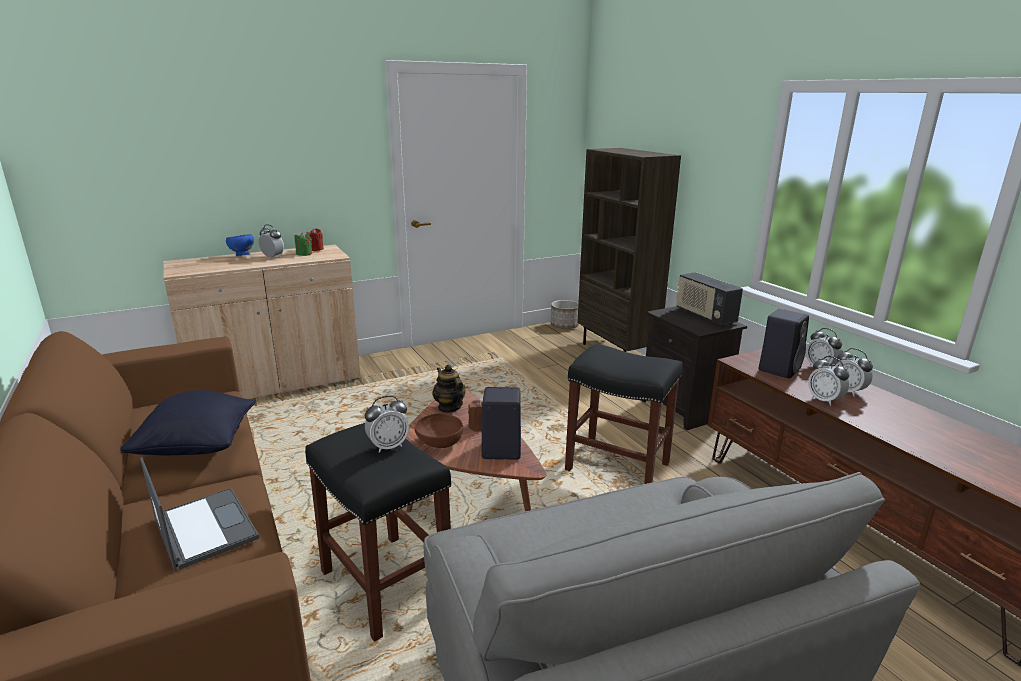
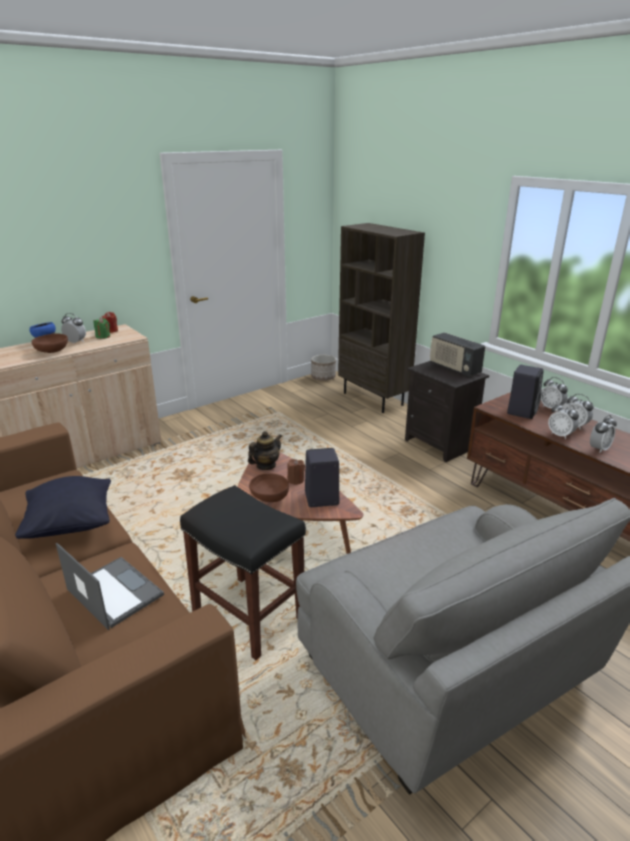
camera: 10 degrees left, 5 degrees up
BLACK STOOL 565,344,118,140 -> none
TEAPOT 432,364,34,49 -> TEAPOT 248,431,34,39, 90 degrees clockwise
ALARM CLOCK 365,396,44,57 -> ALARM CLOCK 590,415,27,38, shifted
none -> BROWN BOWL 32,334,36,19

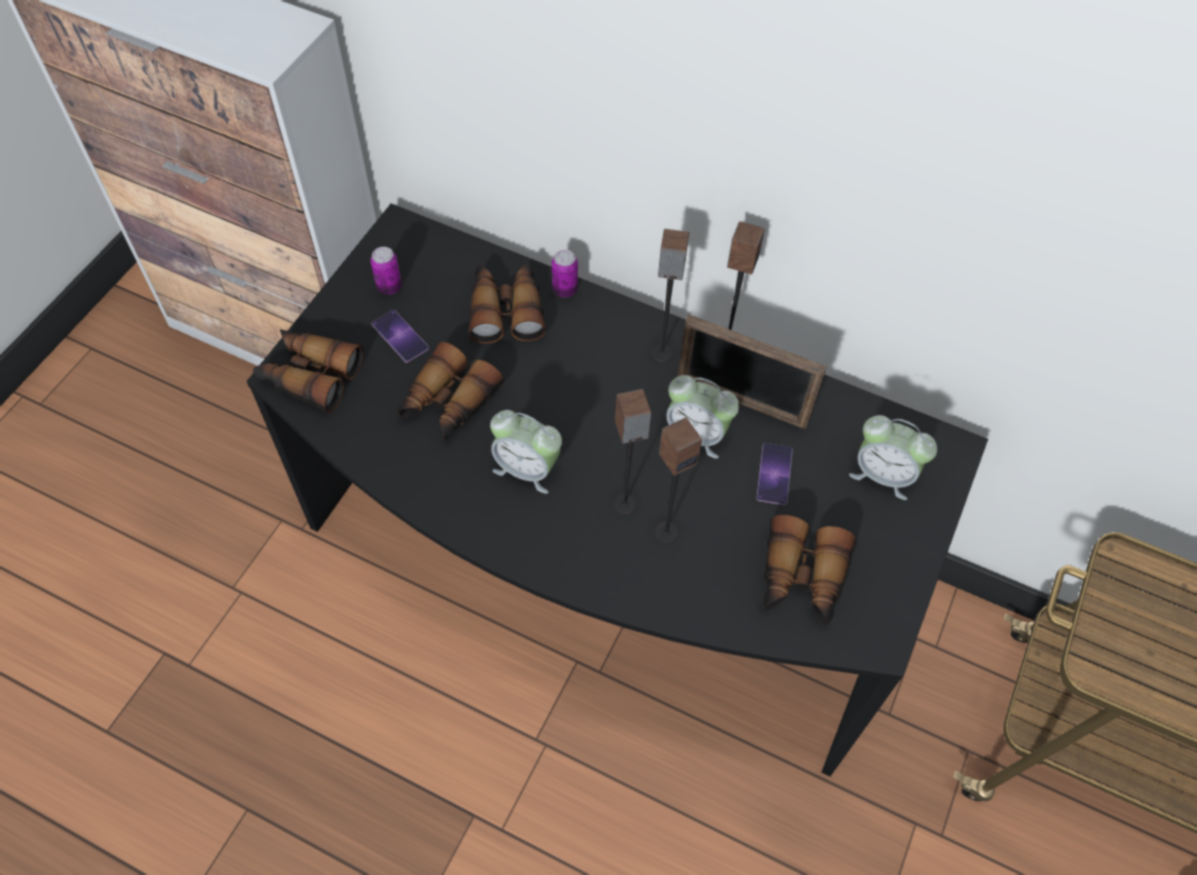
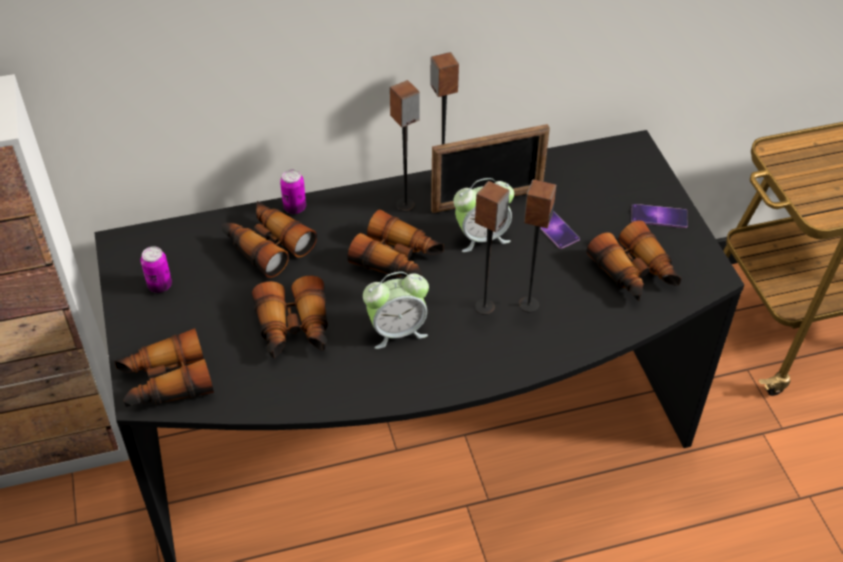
camera: 40 degrees left, 10 degrees down
PHONE 371,310,58,53 -> PHONE 631,204,56,24, shifted
ALARM CLOCK 849,415,88,85 -> none
none -> BINOCULARS 347,210,97,67

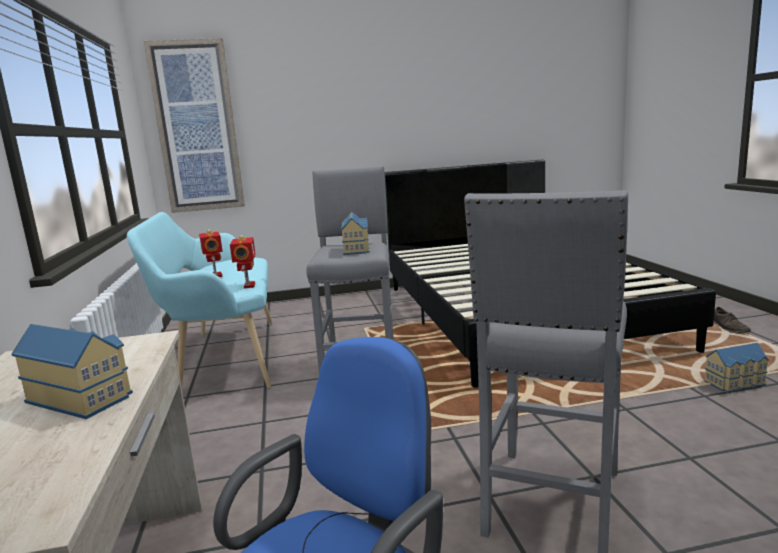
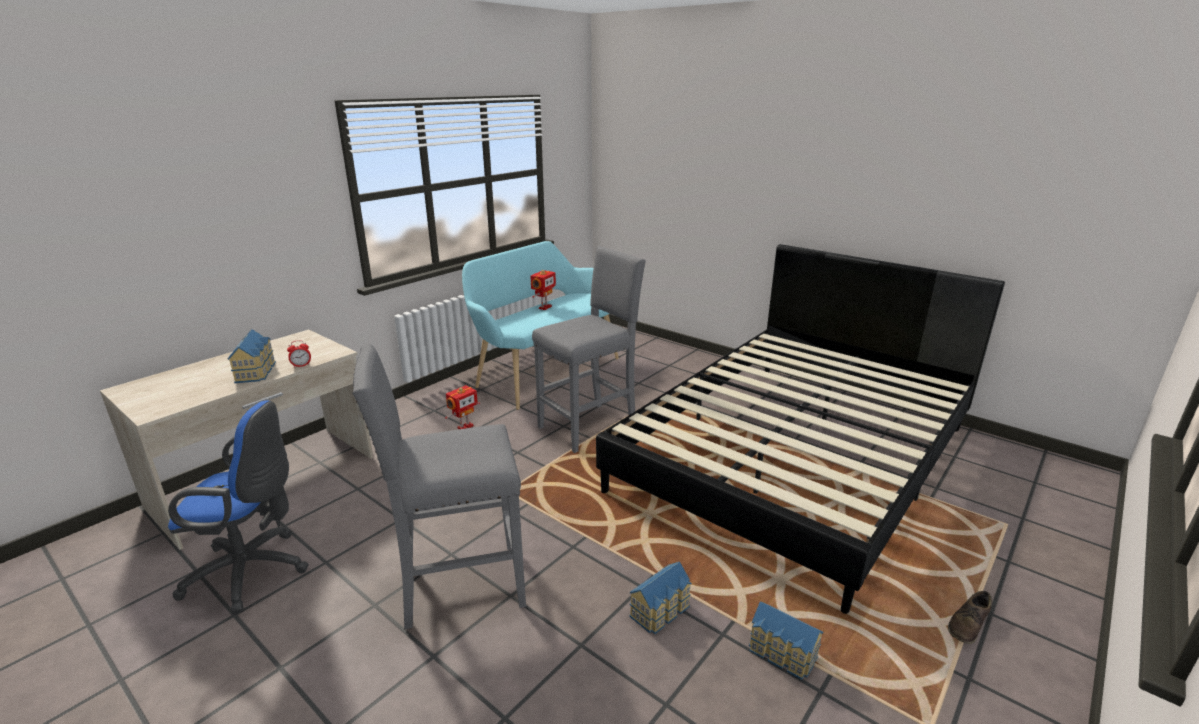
camera: 50 degrees right, 10 degrees up
PICTURE 144,38,101,175 -> none
TOY HOUSE 341,212,29,43 -> TOY HOUSE 629,562,63,72, shifted
TOY ROBOT 230,235,26,53 -> TOY ROBOT 445,385,35,44, shifted
none -> ALARM CLOCK 287,340,24,28

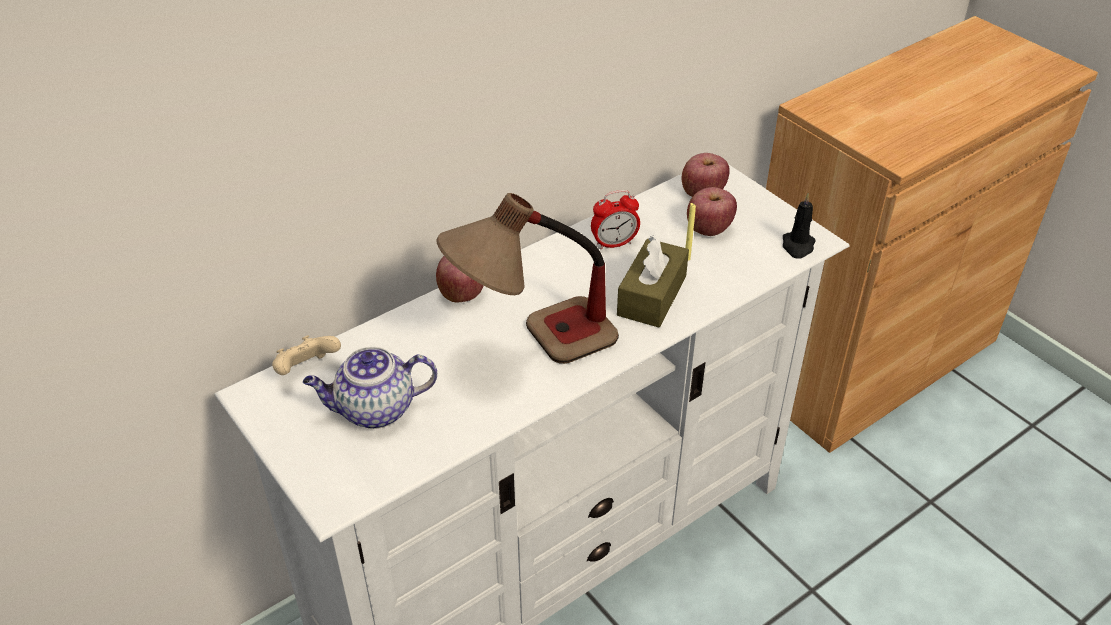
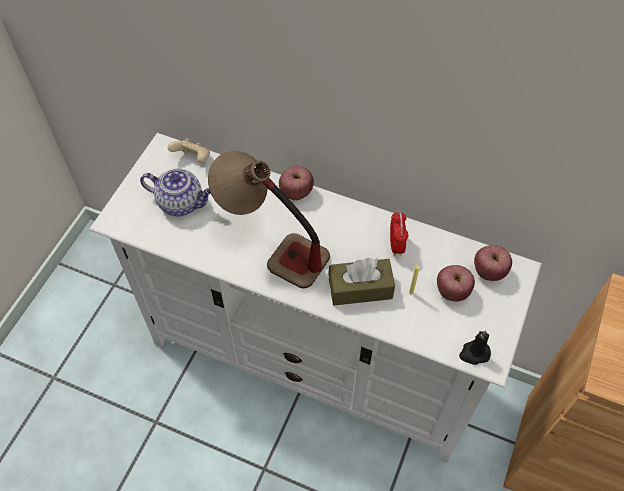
camera: 60 degrees right, 15 degrees up
ALARM CLOCK 591,190,49,60 -> ALARM CLOCK 390,211,18,45, 135 degrees counterclockwise
TEAPOT 303,347,134,82 -> TEAPOT 140,168,71,48, 150 degrees clockwise

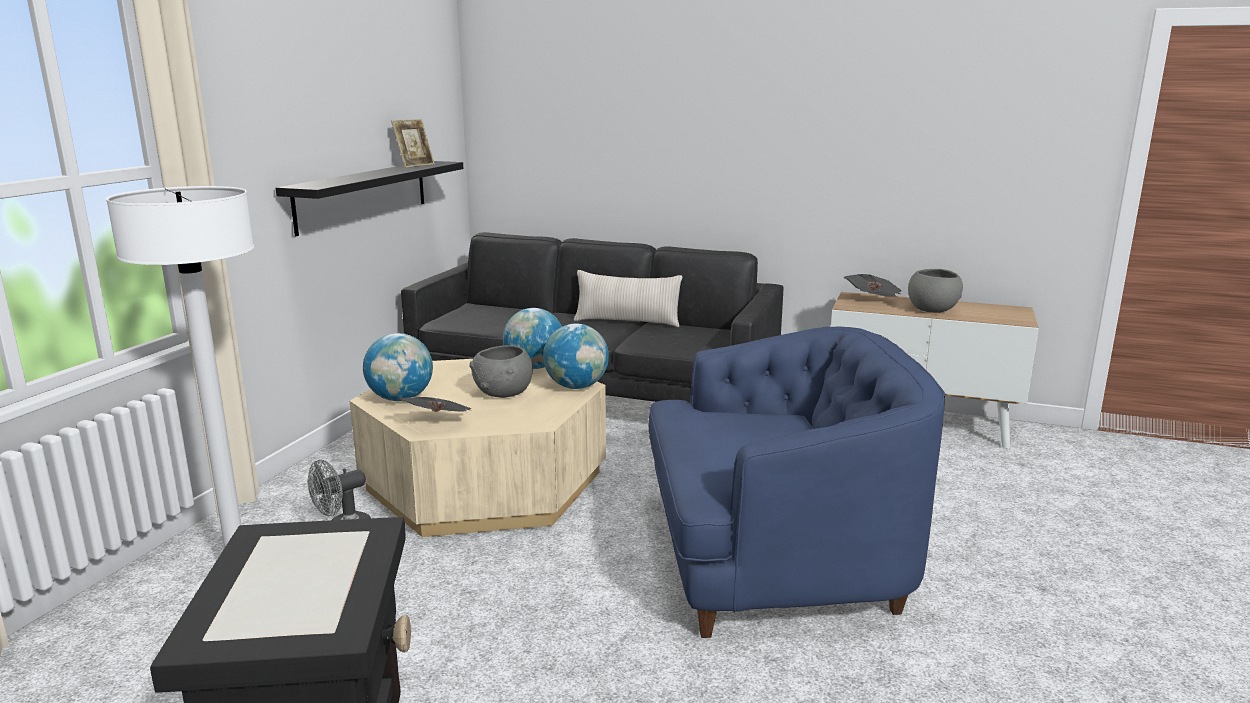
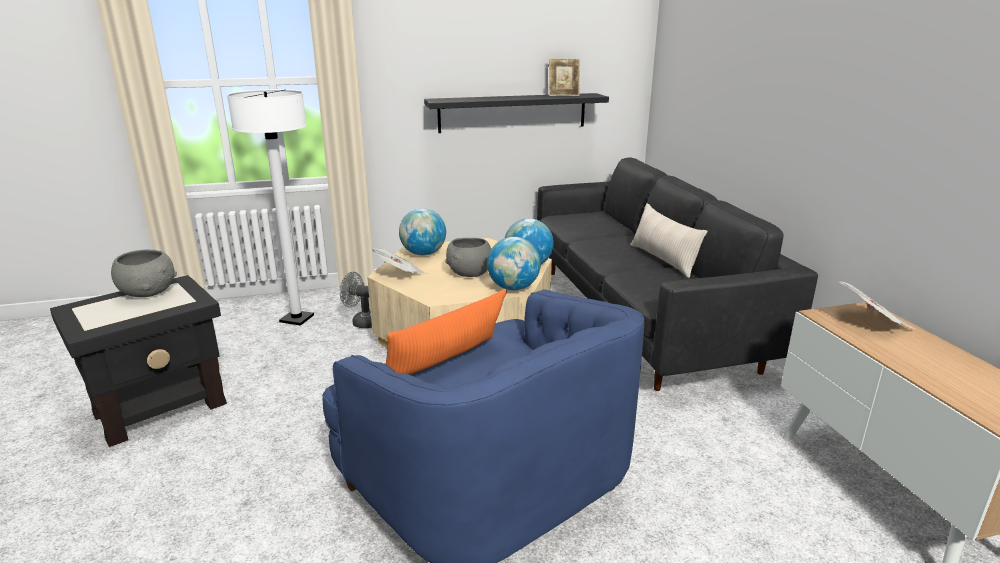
camera: 55 degrees right, 5 degrees up
GREY BOWL 908,269,55,44 -> GREY BOWL 111,249,66,48, shifted
none -> ORANGE PILLOW 386,289,121,86

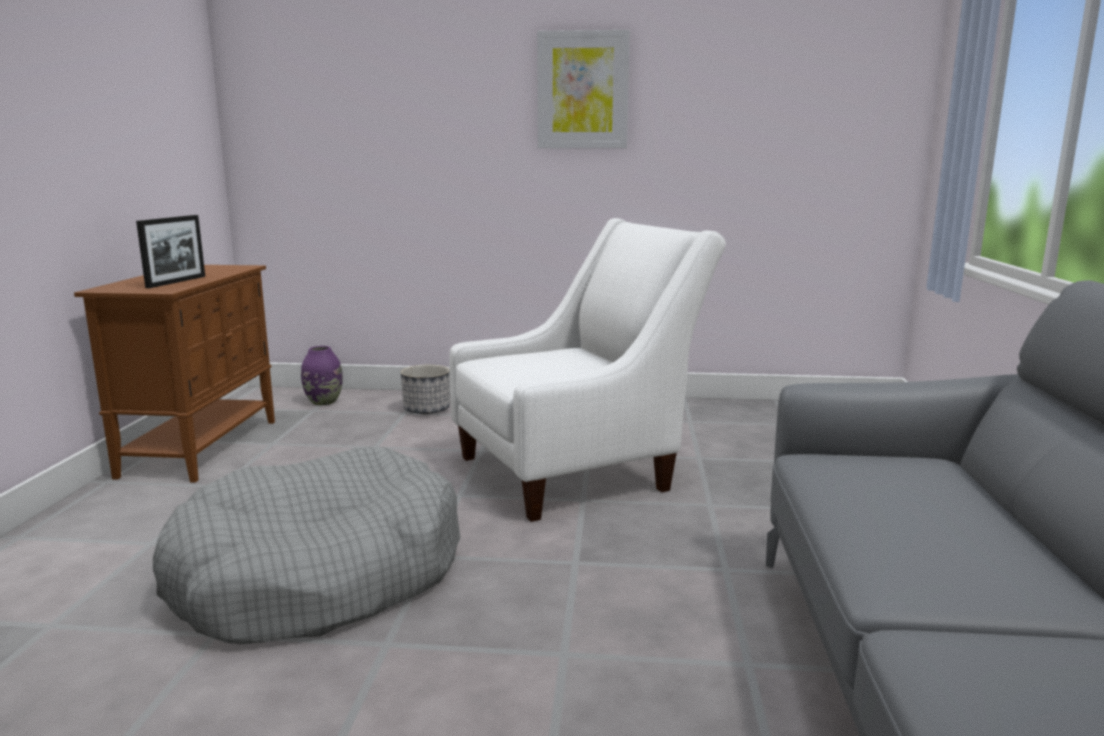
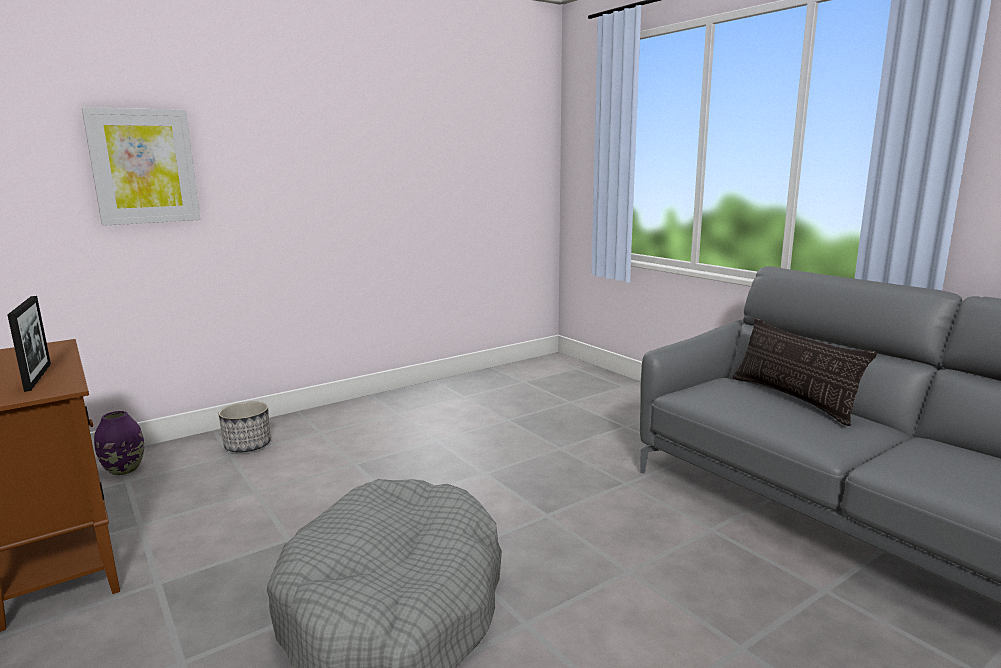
camera: 40 degrees left, 0 degrees up
PICTURE 537,30,93,118 -> PICTURE 82,107,118,119, shifted
WHITE ARMCHAIR 449,218,277,304 -> none
none -> PILLOW 733,318,144,108

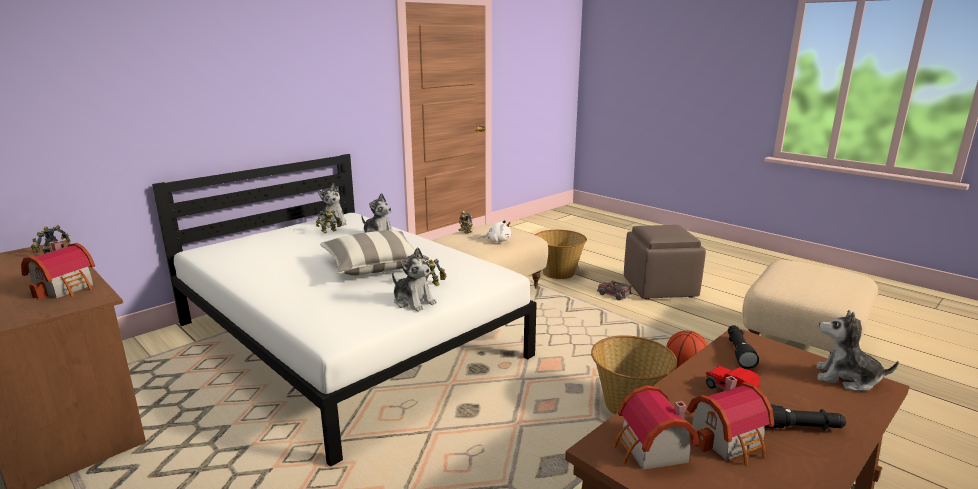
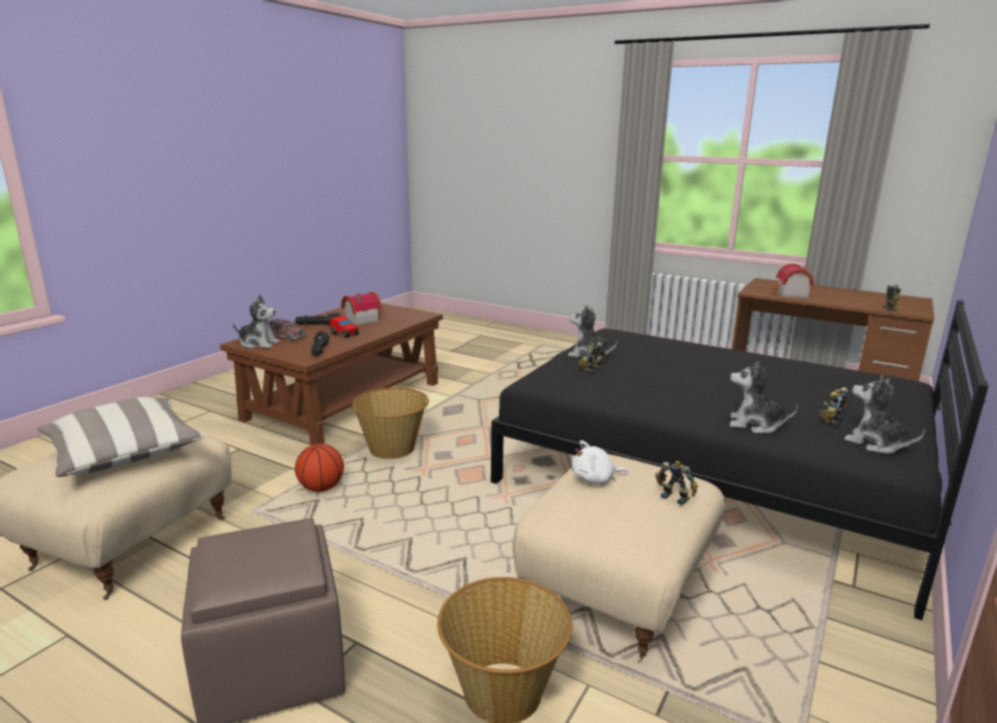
camera: 165 degrees right, 0 degrees up
WHITE BED 152,154,385,313 -> BLACK BED 491,300,497,320
PILLOW 320,230,109,46 -> PILLOW 37,397,168,80, shifted
TOY TRUCK 597,280,35,20 -> TOY TRUCK 268,318,39,23, shifted
TOY HOUSE 613,385,86,85 -> none

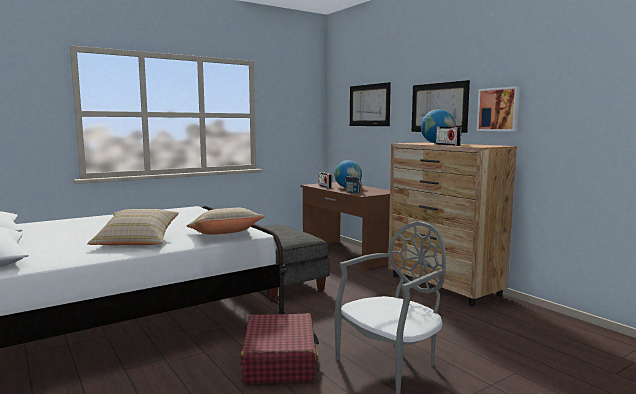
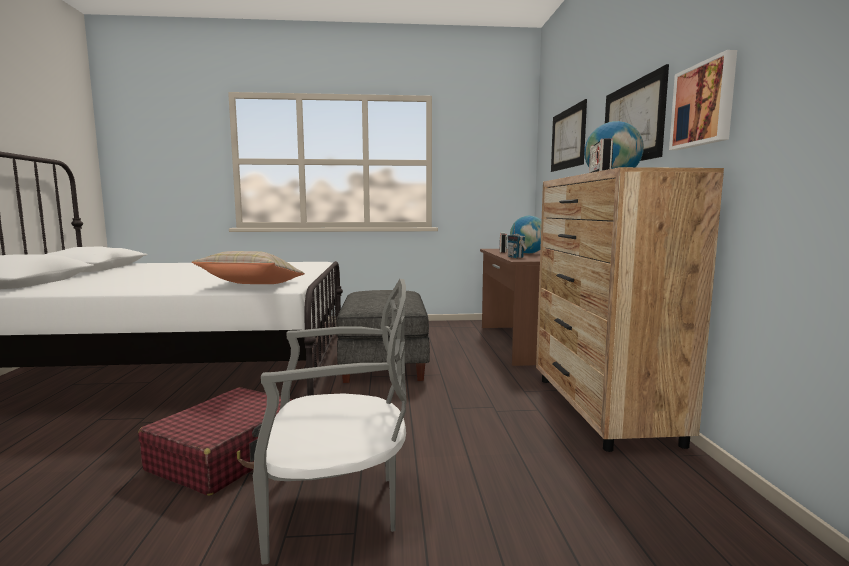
camera: 30 degrees right, 0 degrees up
BEIGE PILLOW 87,209,92,36 -> none

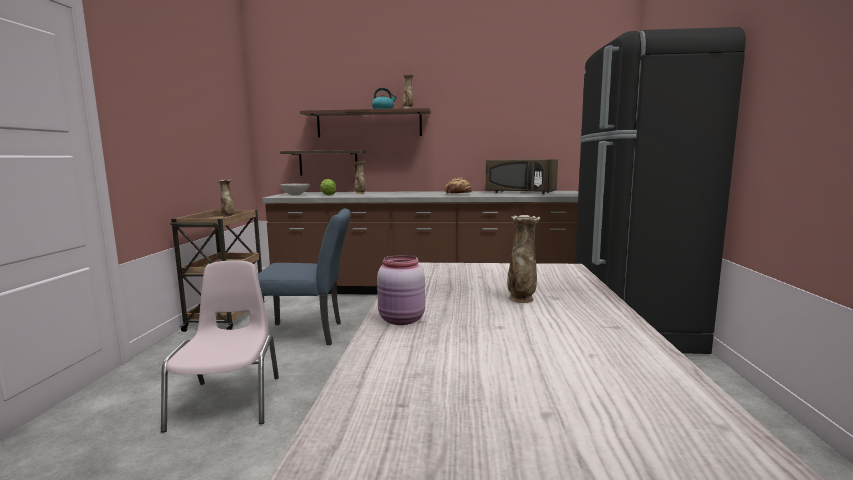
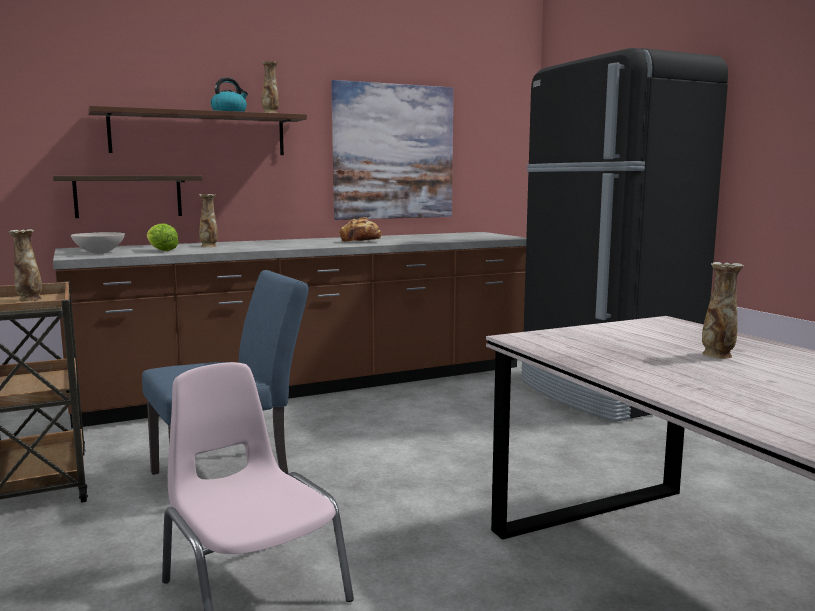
camera: 30 degrees left, 0 degrees up
BROWN MICROWAVE 486,159,72,35 -> none
PINK JAR 377,255,48,70 -> none
none -> PICTURE 331,80,122,140

